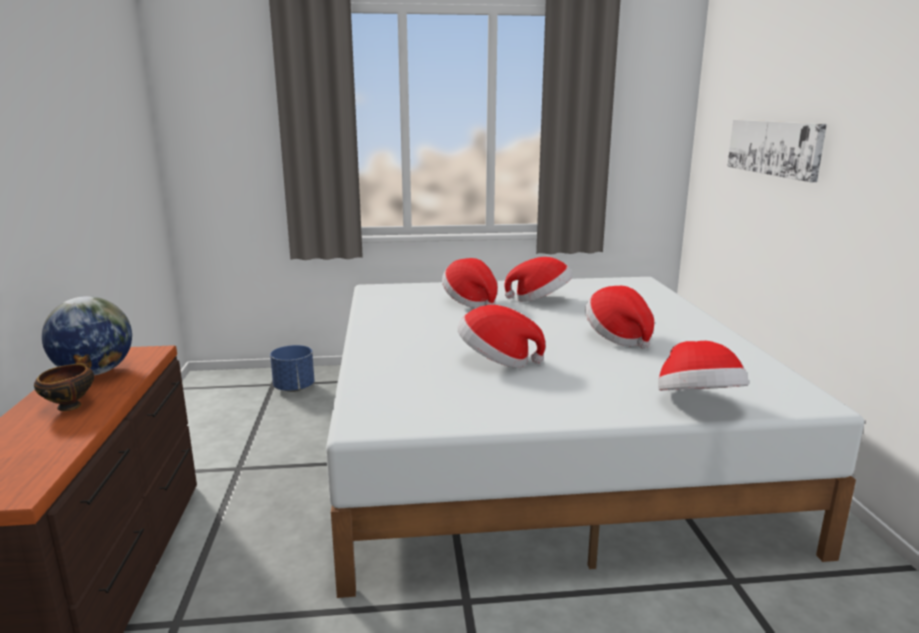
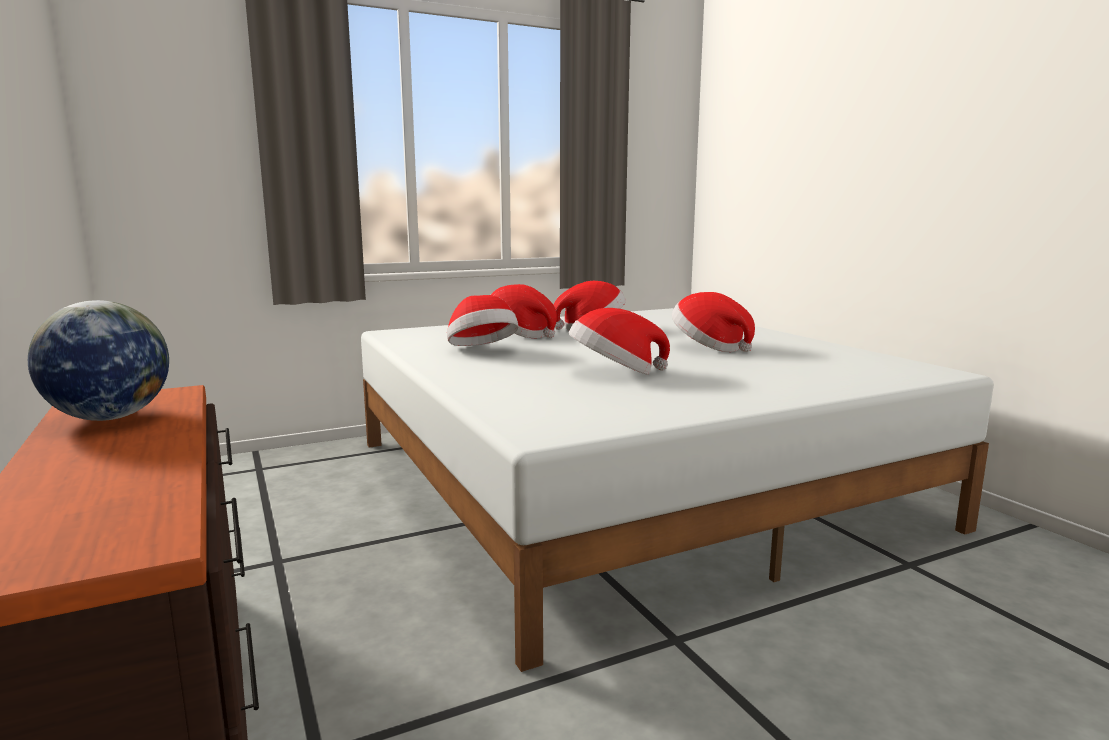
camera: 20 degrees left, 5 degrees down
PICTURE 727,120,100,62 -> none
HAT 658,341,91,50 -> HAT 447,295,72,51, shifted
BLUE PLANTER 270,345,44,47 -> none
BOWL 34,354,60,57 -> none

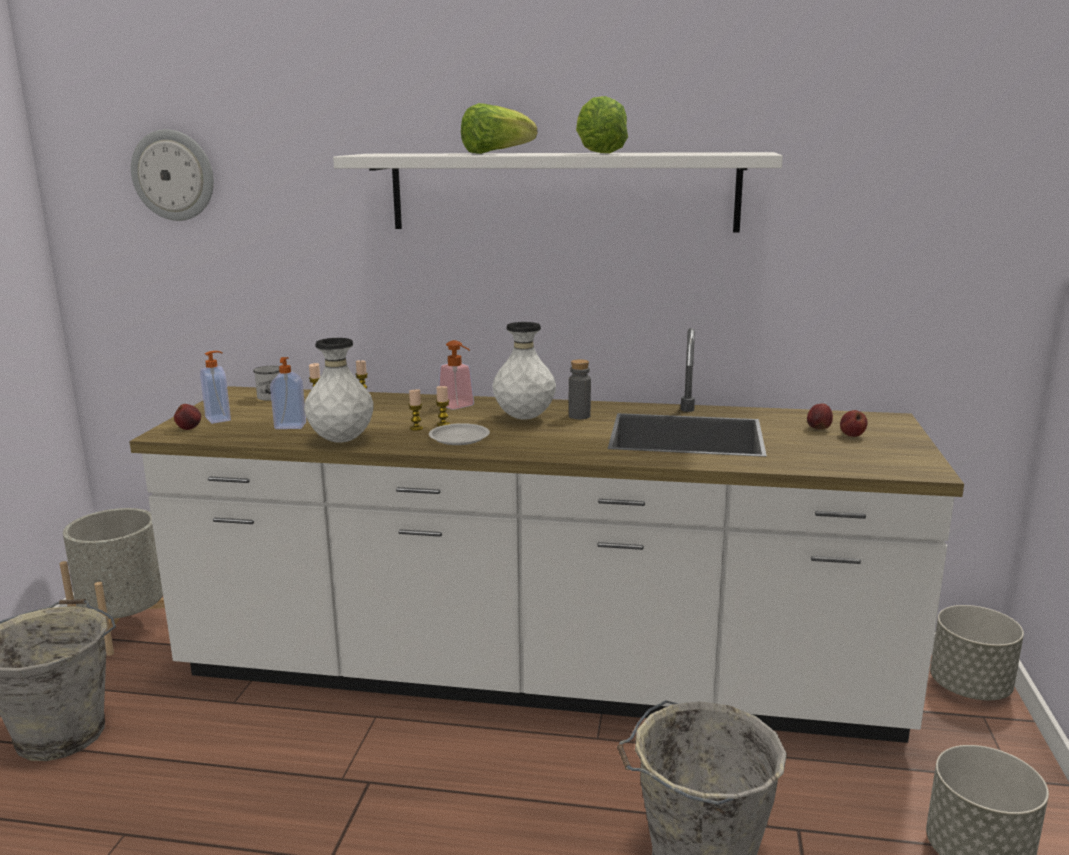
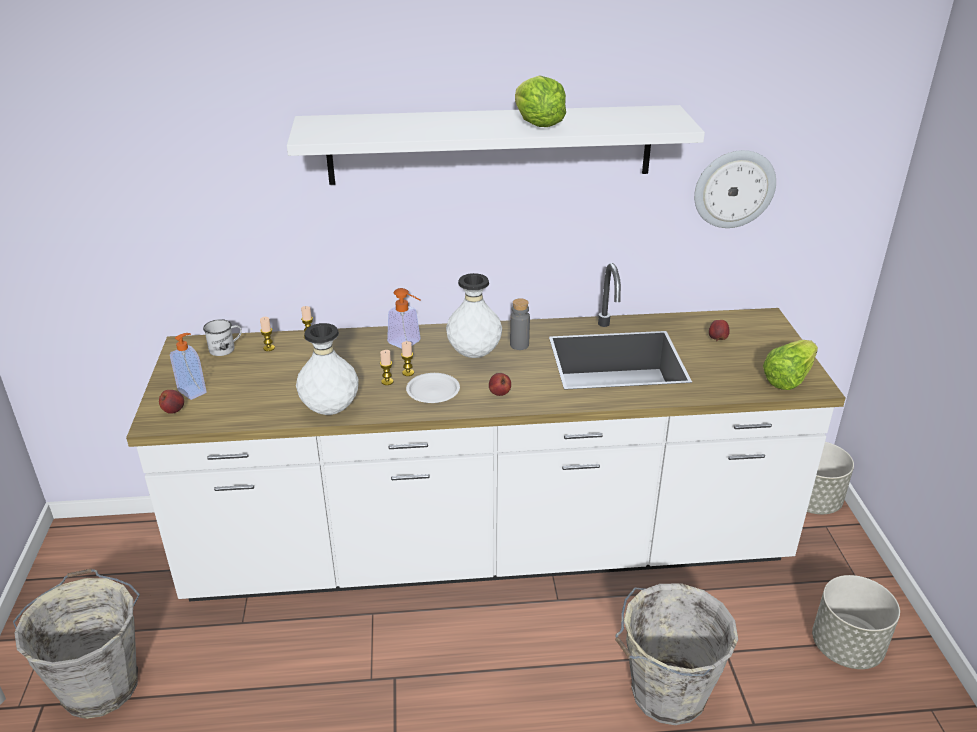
camera: 15 degrees left, 15 degrees up
LETTUCE 461,103,76,51 -> LETTUCE 763,340,55,50, shifted
WALL CLOCK 131,129,83,92 -> WALL CLOCK 694,150,82,78, shifted
SOAP DISPENSER 270,357,36,72 -> none
APPLE 840,410,27,27 -> APPLE 489,373,22,23, shifted
GREY PLANTER 60,508,105,148 -> none

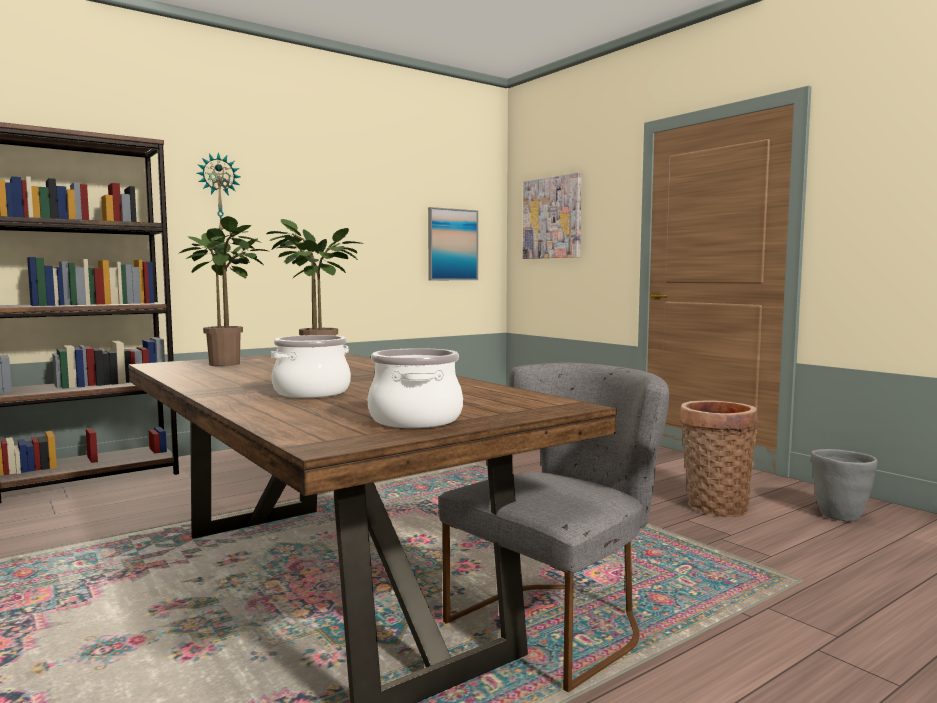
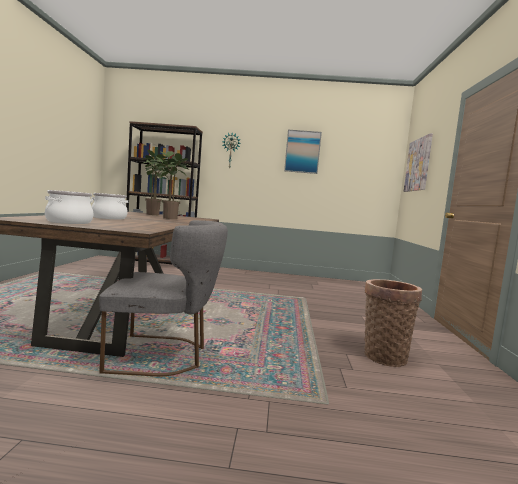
camera: 40 degrees right, 0 degrees up
PICTURE 428,207,50,73 -> PICTURE 284,130,38,44, shifted
GREY PLANTER 811,449,67,72 -> none

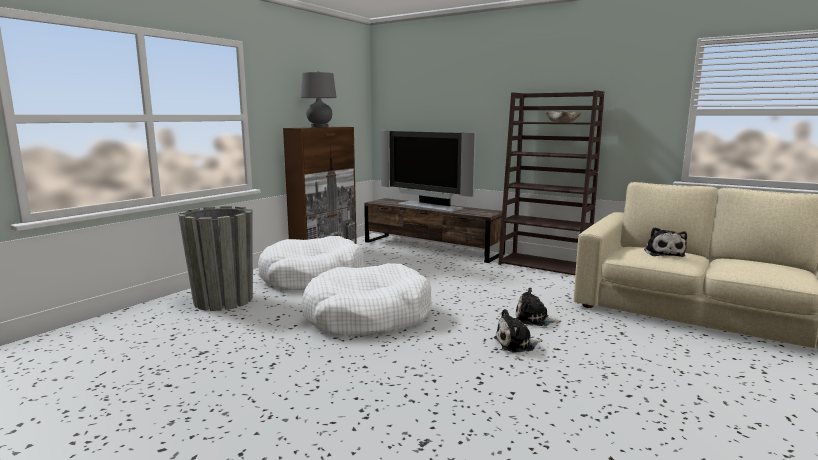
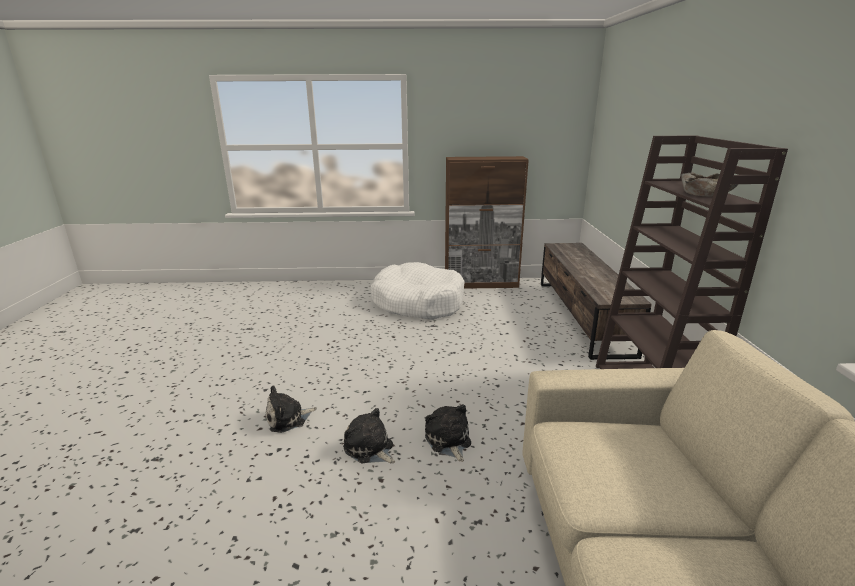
camera: 55 degrees right, 10 degrees up
GREY TABLE LAMP 301,71,36,56 -> none
TELEVISION 381,130,95,82 -> none
GREY PLANTER 178,206,75,105 -> none
PLUSH TOY 644,227,43,30 -> PLUSH TOY 266,385,51,48, shifted
WHITE DOG BED 302,263,130,73 -> none

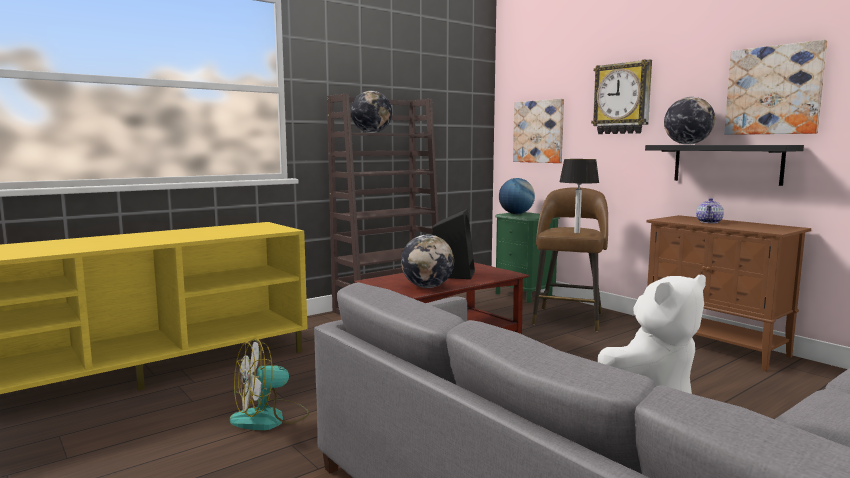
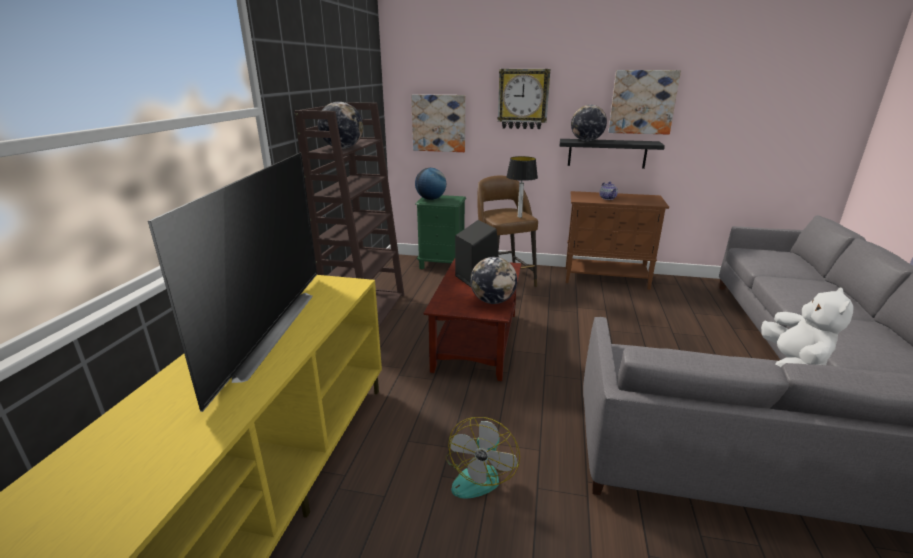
camera: 40 degrees left, 15 degrees up
none -> TELEVISION 148,153,169,259

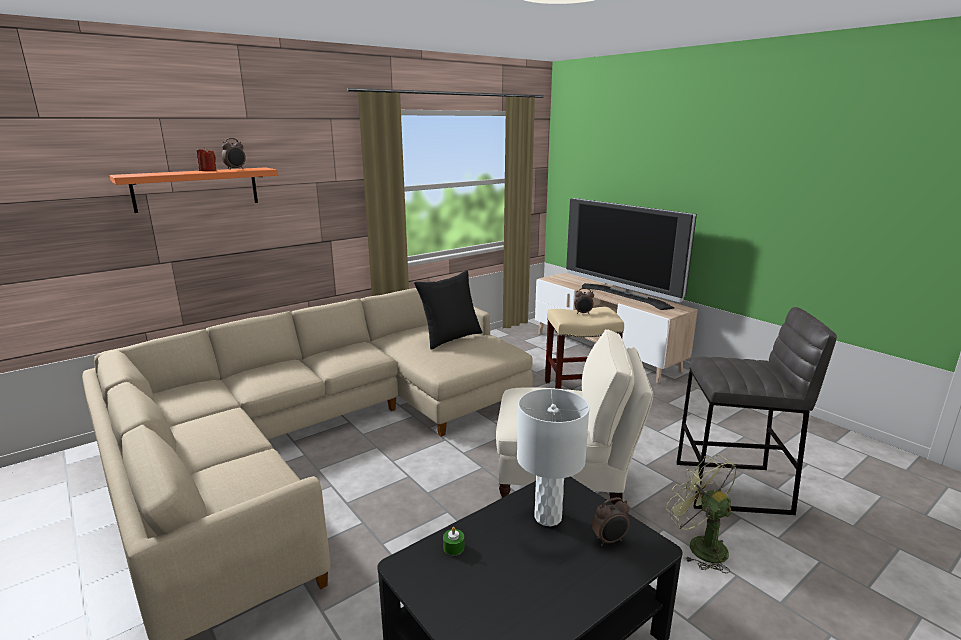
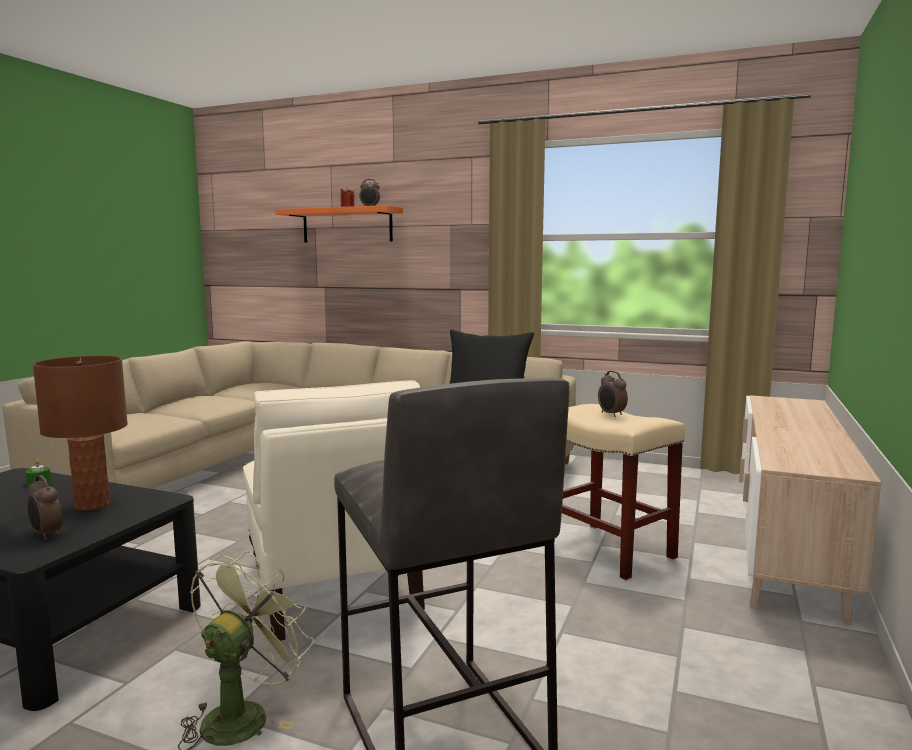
camera: 60 degrees right, 10 degrees down
TELEVISION 566,198,131,112 -> none
WHITE TABLE LAMP 517,389,72,137 -> BROWN TABLE LAMP 33,356,95,155

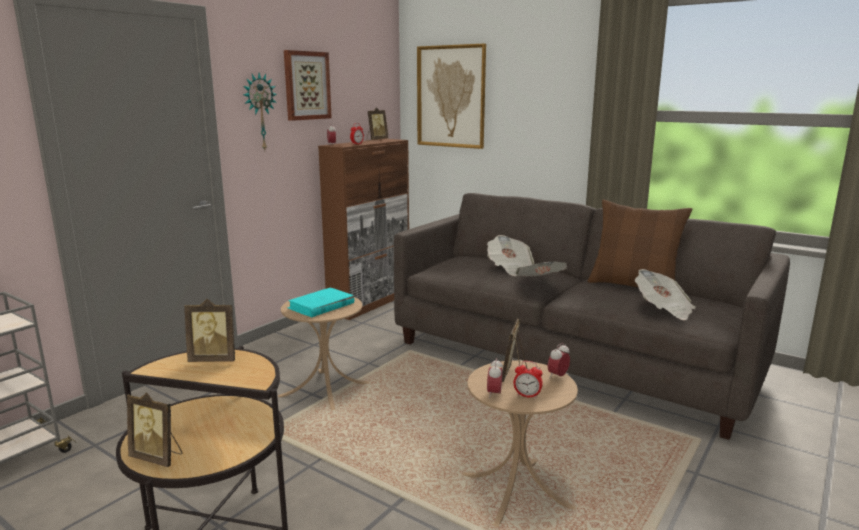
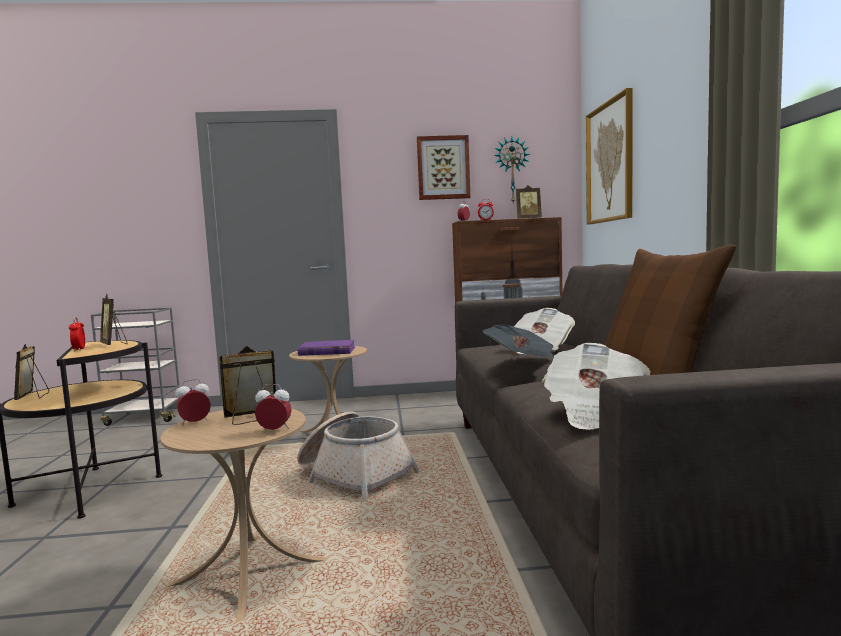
camera: 50 degrees right, 10 degrees down
WALL CLOCK 243,73,34,78 -> WALL CLOCK 494,137,36,67, shifted
TURQUOISE BOOK 287,288,67,29 -> PURPLE BOOK 298,340,57,16
ALARM CLOCK 513,361,30,37 -> ALARM CLOCK 69,317,16,34, shifted
none -> BASKET 297,411,123,91

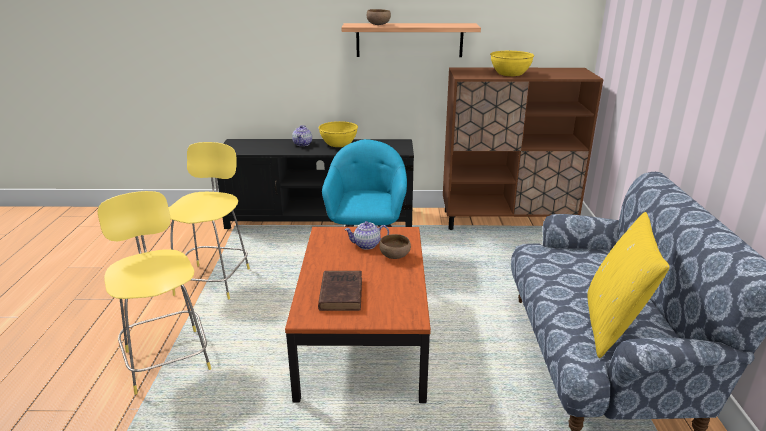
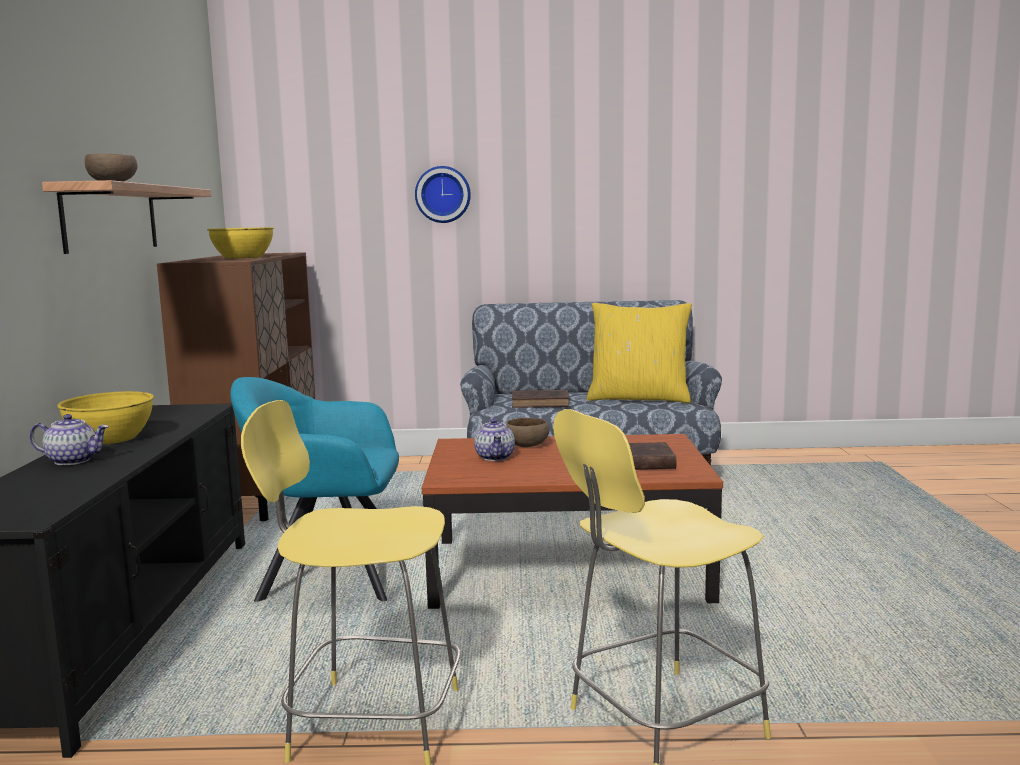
camera: 90 degrees left, 15 degrees down
none -> WALL CLOCK 415,166,56,57
none -> BROWN BOOK 512,390,57,18

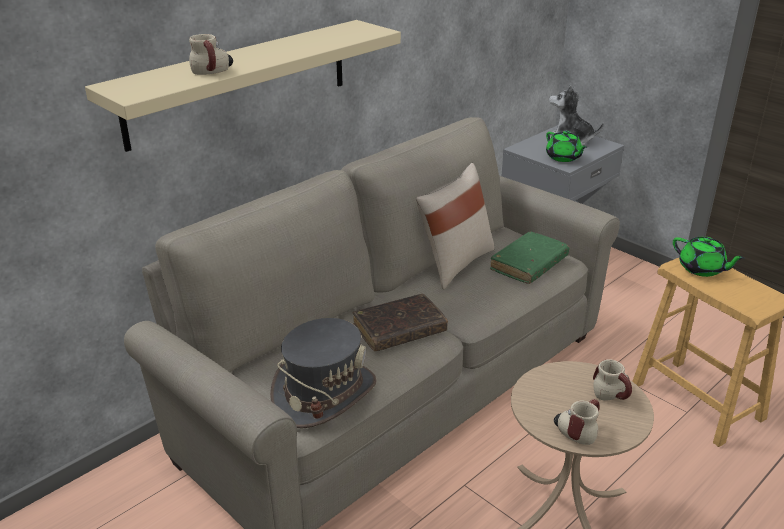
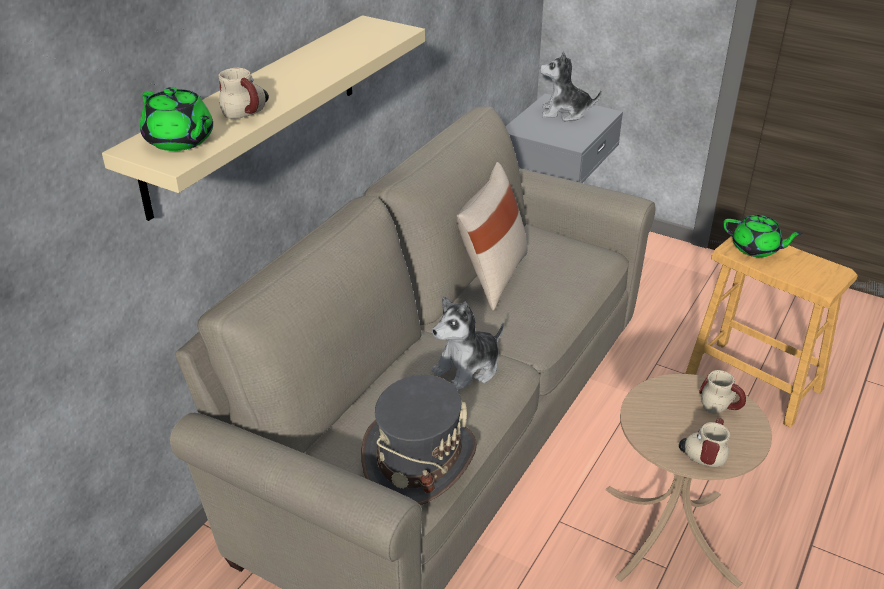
camera: 15 degrees left, 5 degrees up
GREEN TEAPOT 546,131,41,31 -> GREEN TEAPOT 140,87,73,64, shifted
GREEN BOOK 490,231,80,53 -> none
BROWN BOOK 353,294,95,57 -> PLUSH TOY 431,296,73,95

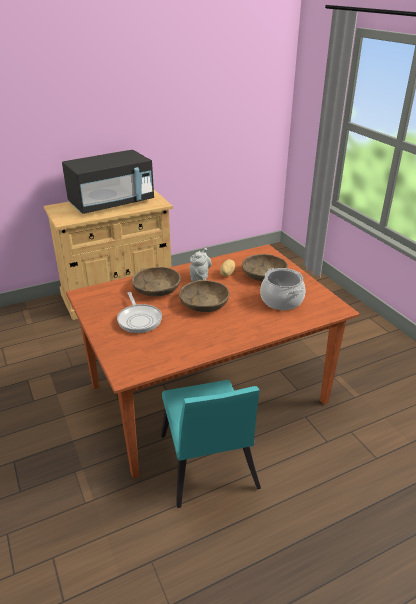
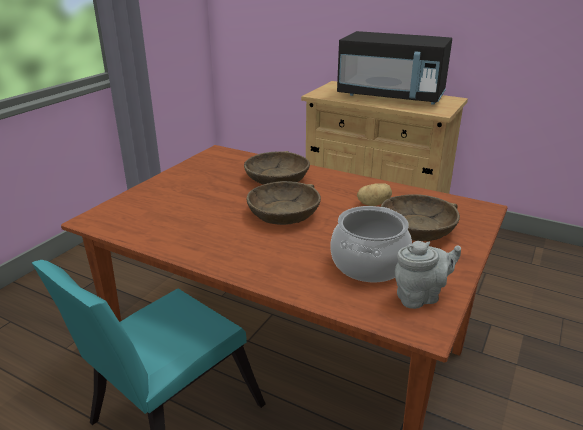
camera: 55 degrees right, 5 degrees down
GREY TEAPOT 189,248,23,34 -> GREY TEAPOT 395,241,66,68, shifted
FRYING PAN 117,292,45,41 -> none

